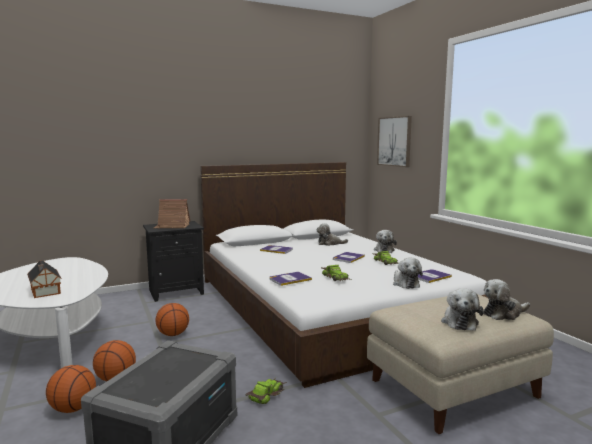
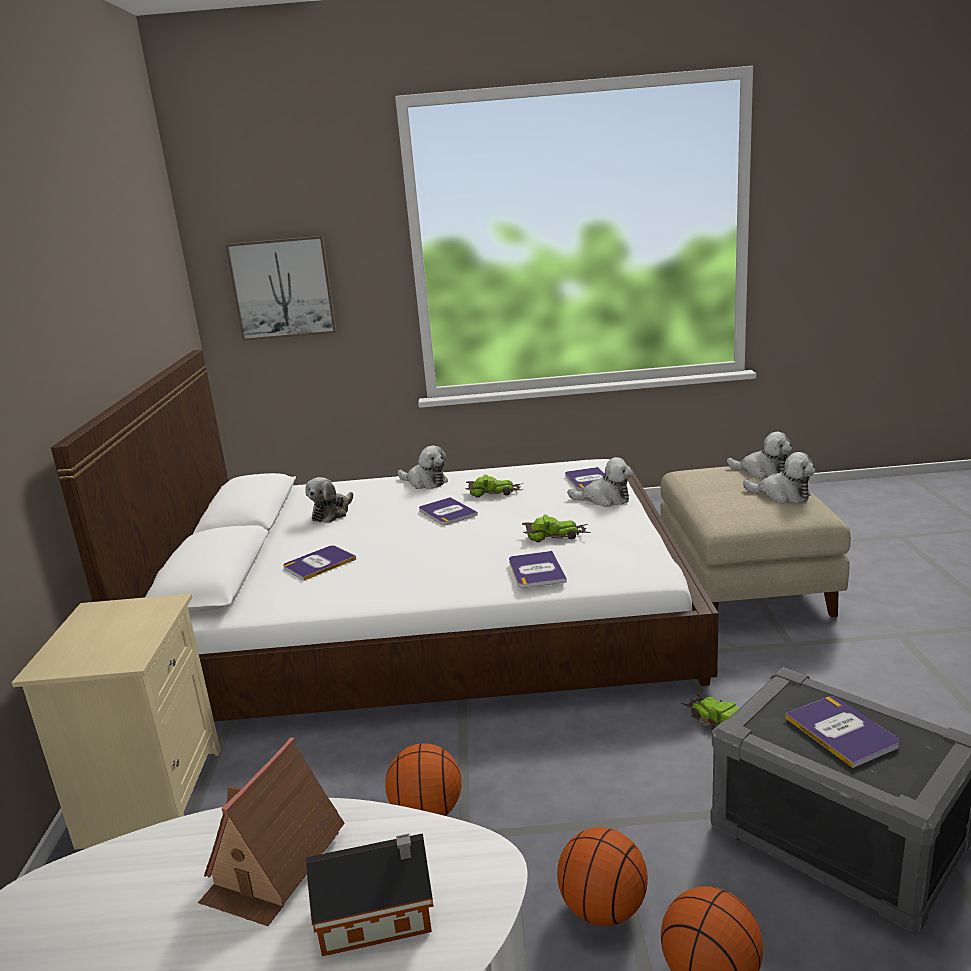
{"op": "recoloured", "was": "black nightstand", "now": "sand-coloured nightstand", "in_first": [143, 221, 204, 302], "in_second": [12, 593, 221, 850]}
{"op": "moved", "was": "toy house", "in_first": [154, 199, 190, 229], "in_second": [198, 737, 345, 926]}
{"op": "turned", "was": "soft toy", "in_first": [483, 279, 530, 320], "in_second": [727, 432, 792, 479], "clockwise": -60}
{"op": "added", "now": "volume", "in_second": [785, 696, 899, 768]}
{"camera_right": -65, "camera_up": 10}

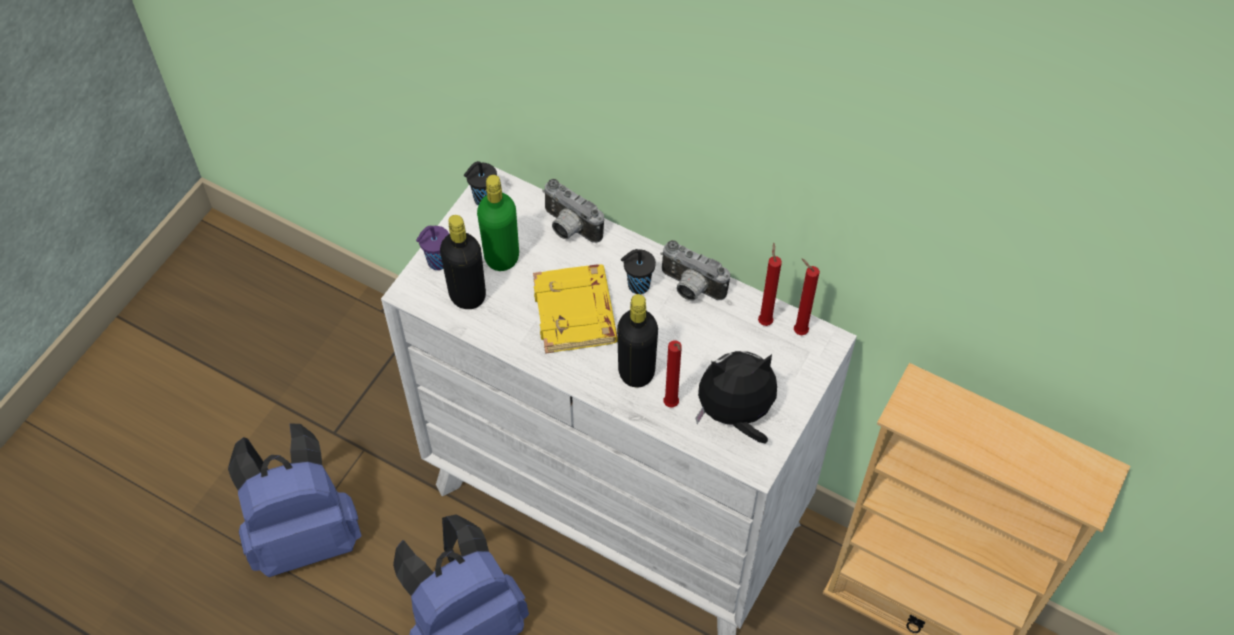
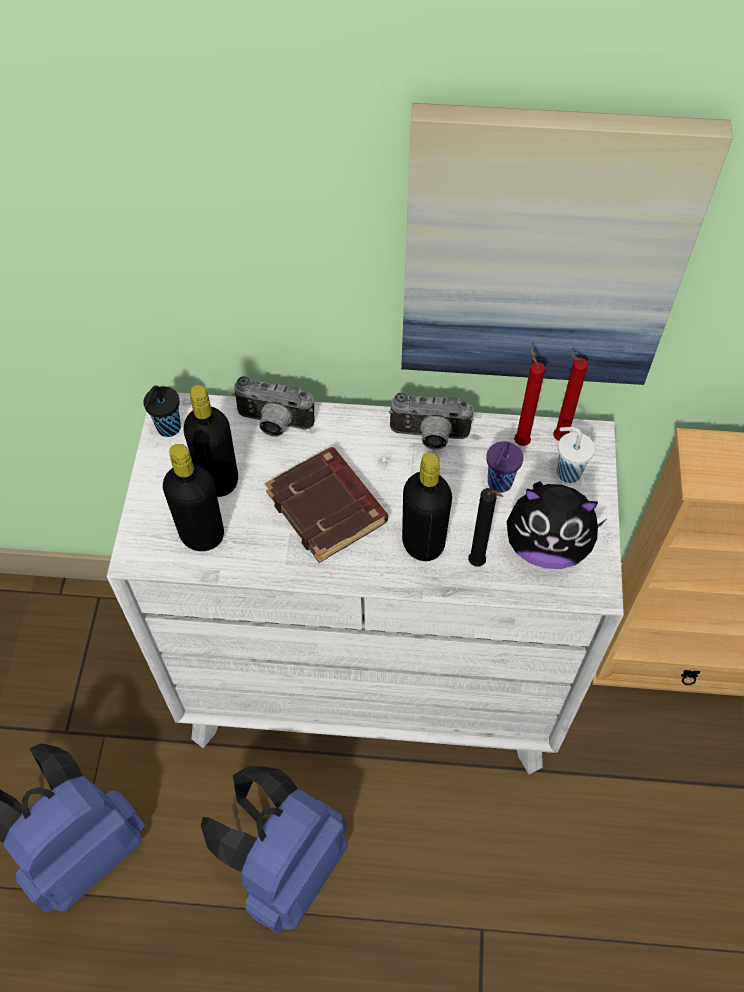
{"op": "moved", "was": "purple-coloured cup", "in_first": [416, 226, 449, 270], "in_second": [486, 441, 523, 493]}
{"op": "recoloured", "was": "green-coloured drink bottle", "now": "black drink bottle", "in_first": [477, 175, 519, 271], "in_second": [184, 385, 238, 497]}
{"op": "recoloured", "was": "yellow volume", "now": "brown volume", "in_first": [533, 264, 617, 354], "in_second": [265, 447, 388, 563]}
{"op": "removed", "was": "black cup", "in_first": [621, 249, 656, 294]}
{"op": "recoloured", "was": "red candle", "now": "black candle", "in_first": [664, 340, 682, 407], "in_second": [468, 488, 503, 567]}
{"op": "turned", "was": "soft toy", "in_first": [695, 351, 777, 444], "in_second": [507, 481, 605, 569], "clockwise": -135}
{"op": "added", "now": "wall picture", "in_second": [401, 103, 733, 385]}
{"op": "added", "now": "white cup", "in_second": [557, 427, 595, 483]}
{"camera_right": -25, "camera_up": 0}

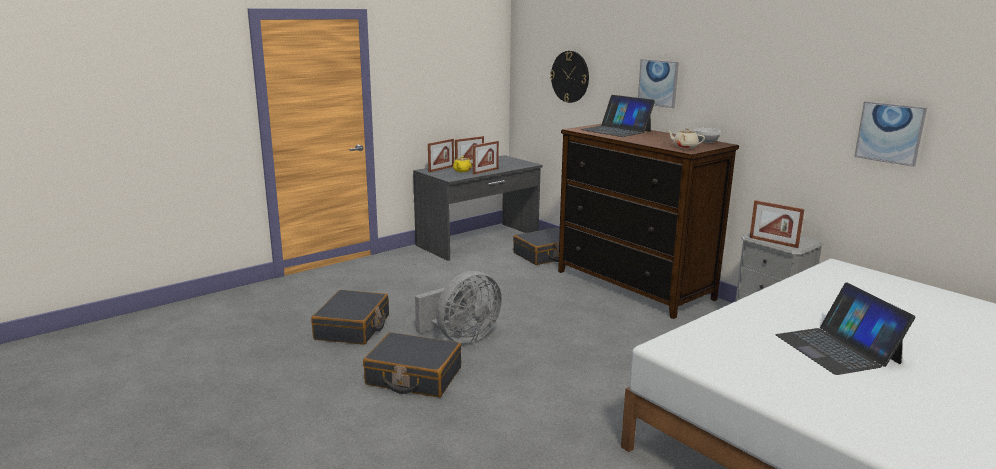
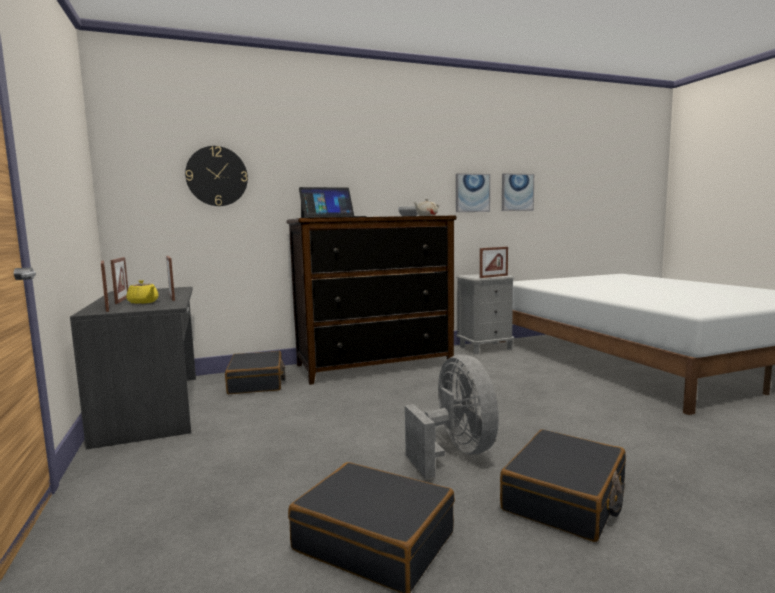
{"op": "moved", "was": "wall picture", "in_first": [638, 59, 679, 108], "in_second": [456, 173, 490, 212]}
{"op": "removed", "was": "laptop", "in_first": [775, 282, 915, 375]}
{"camera_right": -70, "camera_up": -10}

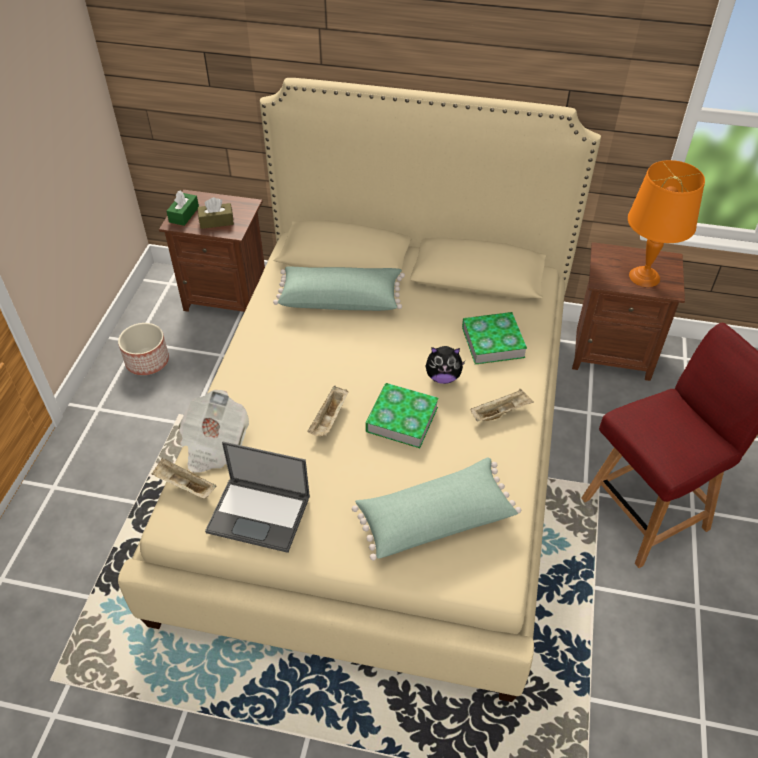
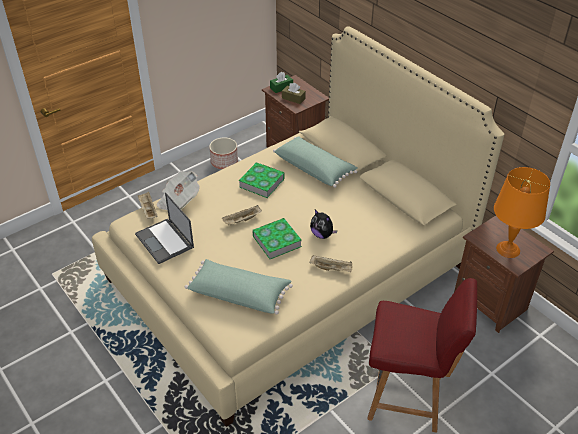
{"op": "moved", "was": "volume", "in_first": [462, 312, 527, 365], "in_second": [239, 162, 285, 198]}
{"camera_right": 40, "camera_up": -5}

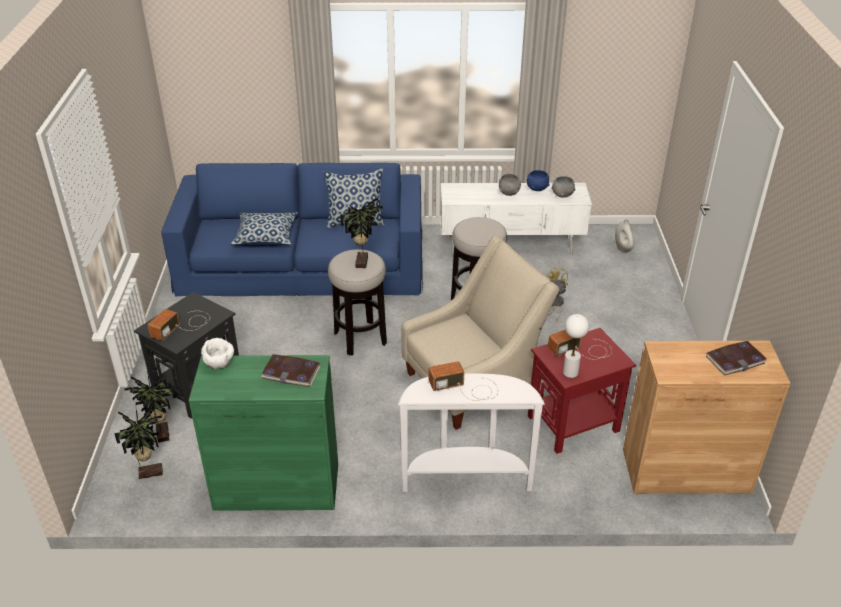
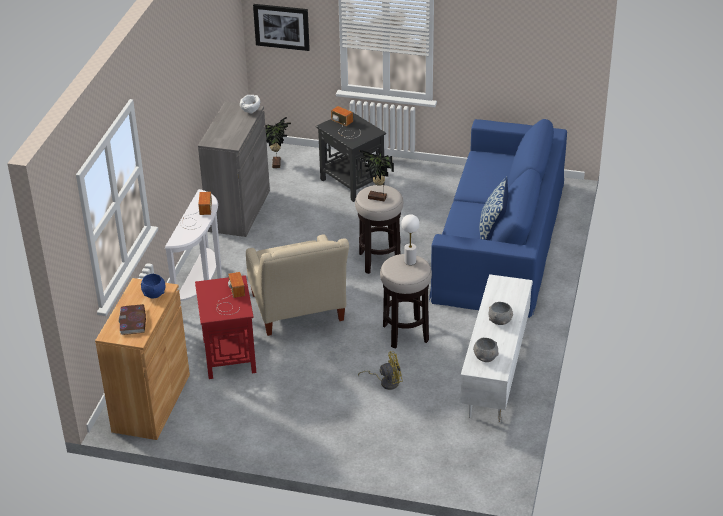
{"op": "removed", "was": "potted plant", "in_first": [124, 370, 176, 443]}
{"op": "recoloured", "was": "green-coloured storage cabinet", "now": "greyish storage cabinet", "in_first": [189, 355, 338, 511], "in_second": [198, 102, 270, 237]}
{"op": "removed", "was": "throw pillow", "in_first": [231, 212, 298, 246]}
{"op": "removed", "was": "volume", "in_first": [261, 354, 320, 387]}
{"op": "moved", "was": "blue serving bowl", "in_first": [526, 170, 549, 191], "in_second": [141, 274, 165, 298]}
{"op": "moved", "was": "white table lamp", "in_first": [563, 314, 589, 378], "in_second": [401, 214, 420, 265]}
{"op": "removed", "was": "white decorative vase", "in_first": [615, 219, 634, 253]}
{"op": "added", "now": "wall picture", "in_second": [253, 4, 310, 51]}
{"camera_right": 105, "camera_up": 0}

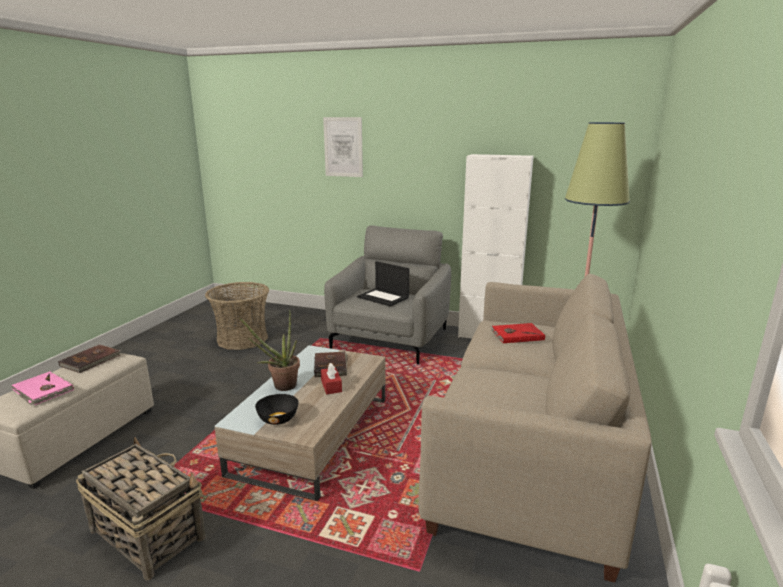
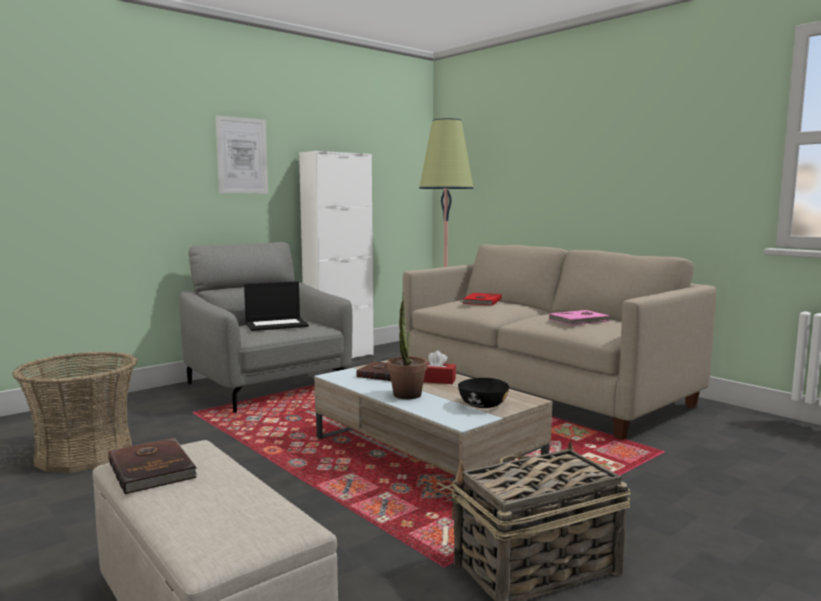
{"op": "moved", "was": "pink volume", "in_first": [11, 371, 74, 405], "in_second": [549, 310, 611, 325]}
{"op": "moved", "was": "wall picture", "in_first": [323, 117, 363, 177], "in_second": [216, 115, 268, 193]}
{"camera_right": -60, "camera_up": -10}

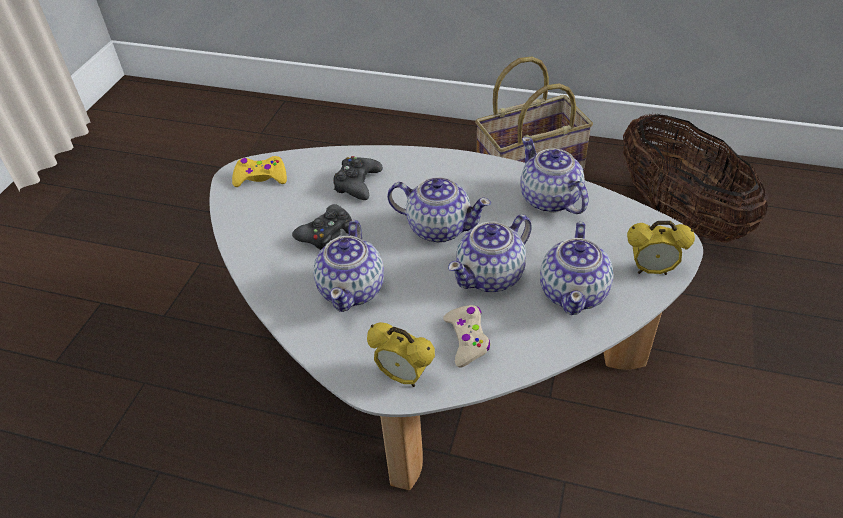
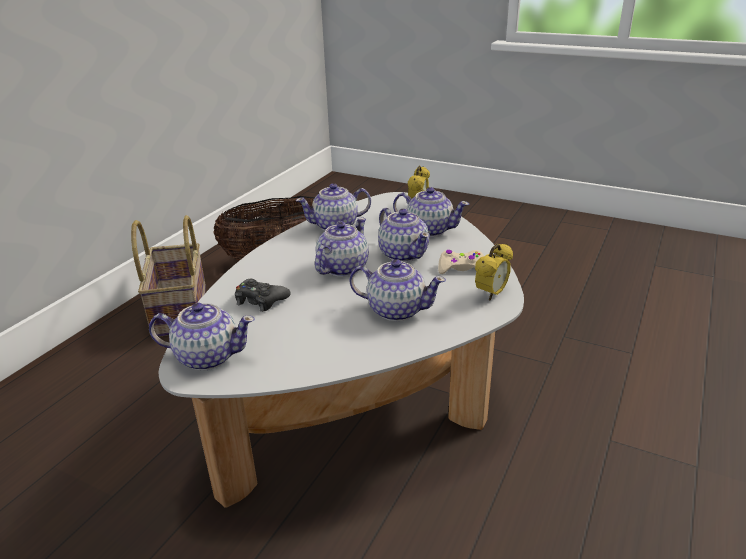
{"op": "replaced", "was": "yellow gamepad", "now": "pot for tea", "in_first": [232, 156, 287, 187], "in_second": [149, 303, 255, 370]}
{"op": "removed", "was": "black gamepad", "in_first": [292, 204, 352, 250]}
{"camera_right": -80, "camera_up": -15}

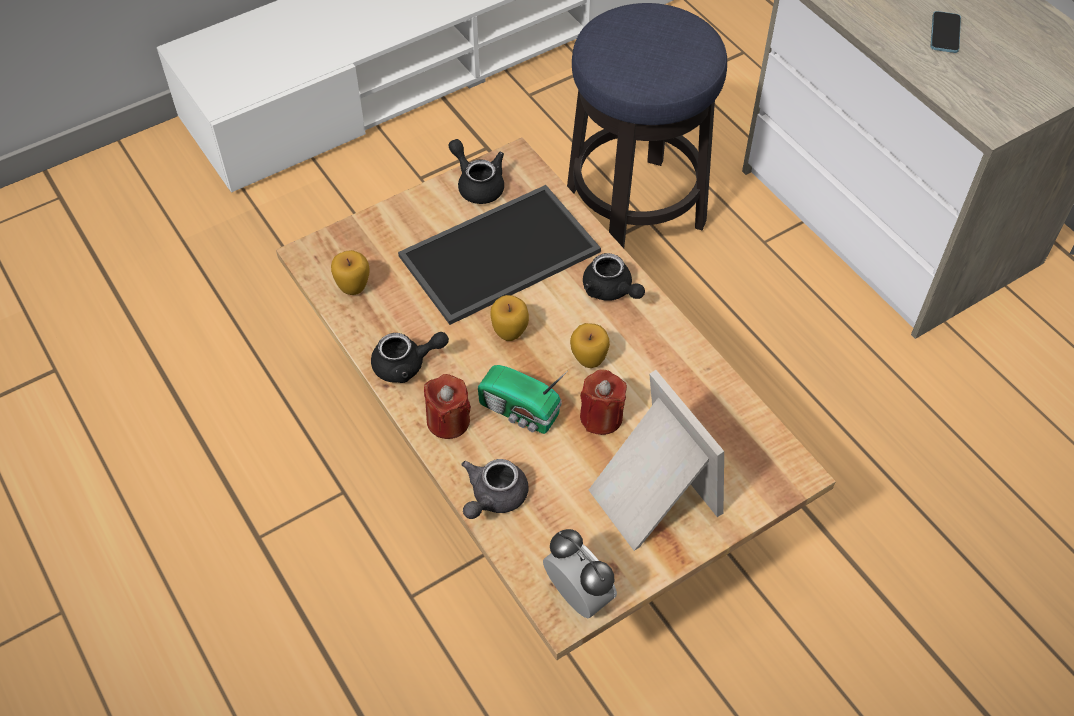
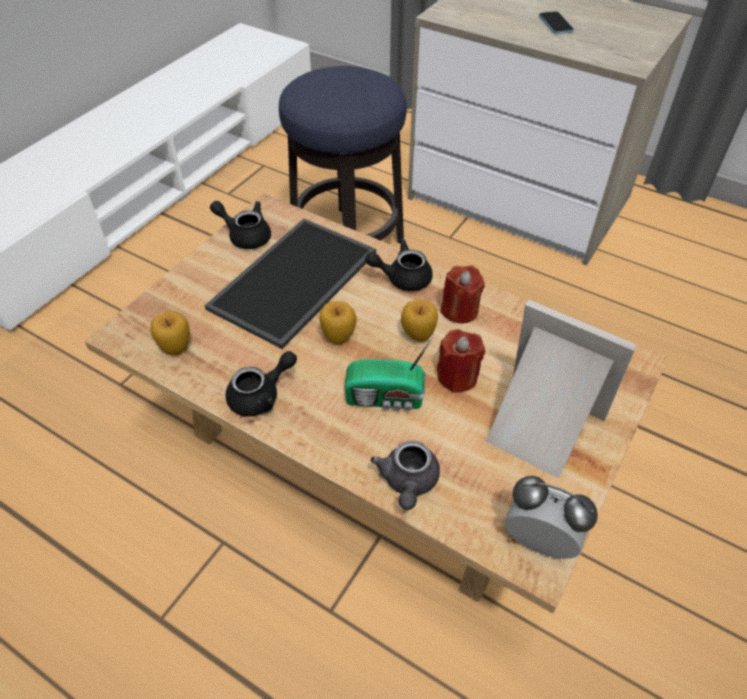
{"op": "moved", "was": "red candle", "in_first": [424, 374, 471, 439], "in_second": [441, 265, 485, 324]}
{"op": "turned", "was": "black pot for tea", "in_first": [583, 253, 645, 301], "in_second": [365, 239, 433, 291], "clockwise": 150}
{"camera_right": -25, "camera_up": -5}

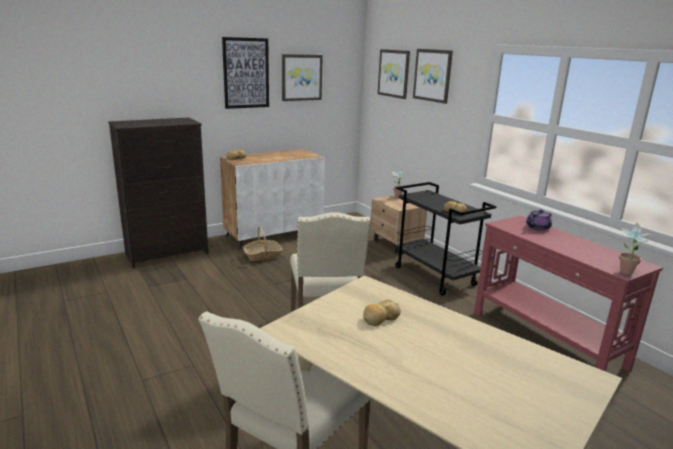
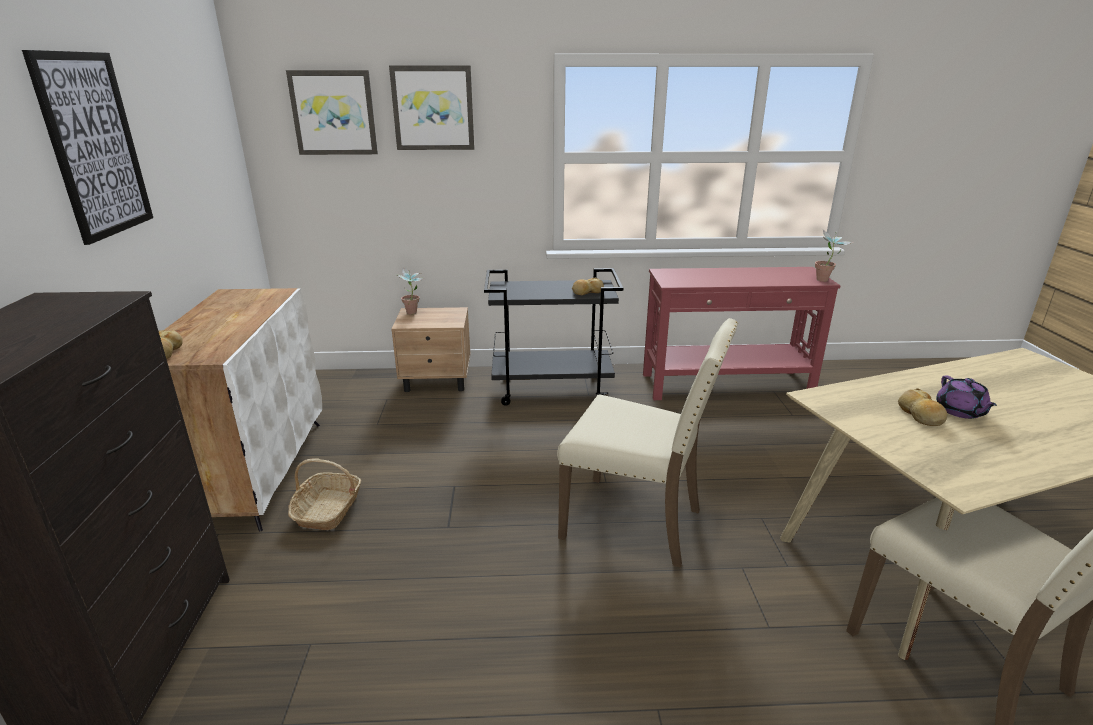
{"op": "removed", "was": "wall picture", "in_first": [282, 54, 323, 101]}
{"op": "moved", "was": "purple-coloured pot for tea", "in_first": [526, 209, 552, 230], "in_second": [936, 375, 997, 419]}
{"camera_right": -60, "camera_up": 5}

